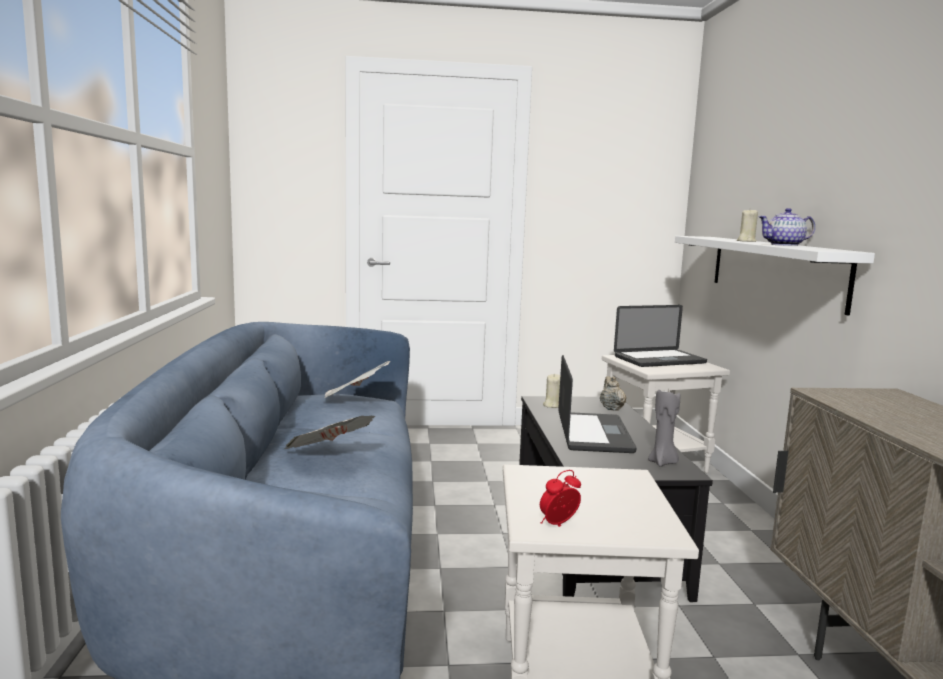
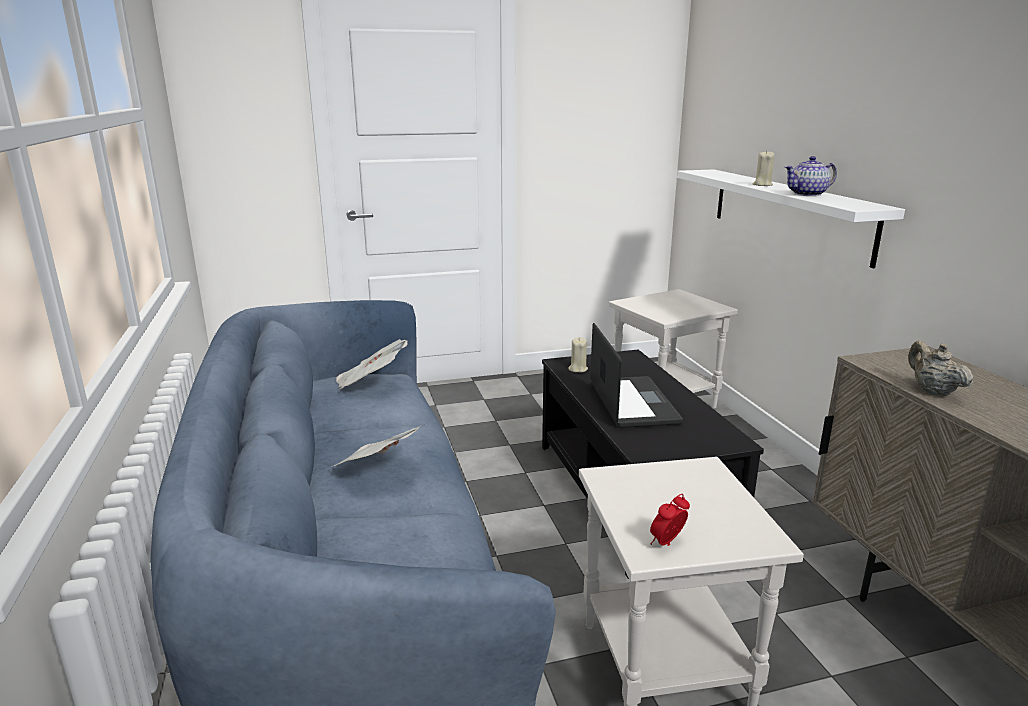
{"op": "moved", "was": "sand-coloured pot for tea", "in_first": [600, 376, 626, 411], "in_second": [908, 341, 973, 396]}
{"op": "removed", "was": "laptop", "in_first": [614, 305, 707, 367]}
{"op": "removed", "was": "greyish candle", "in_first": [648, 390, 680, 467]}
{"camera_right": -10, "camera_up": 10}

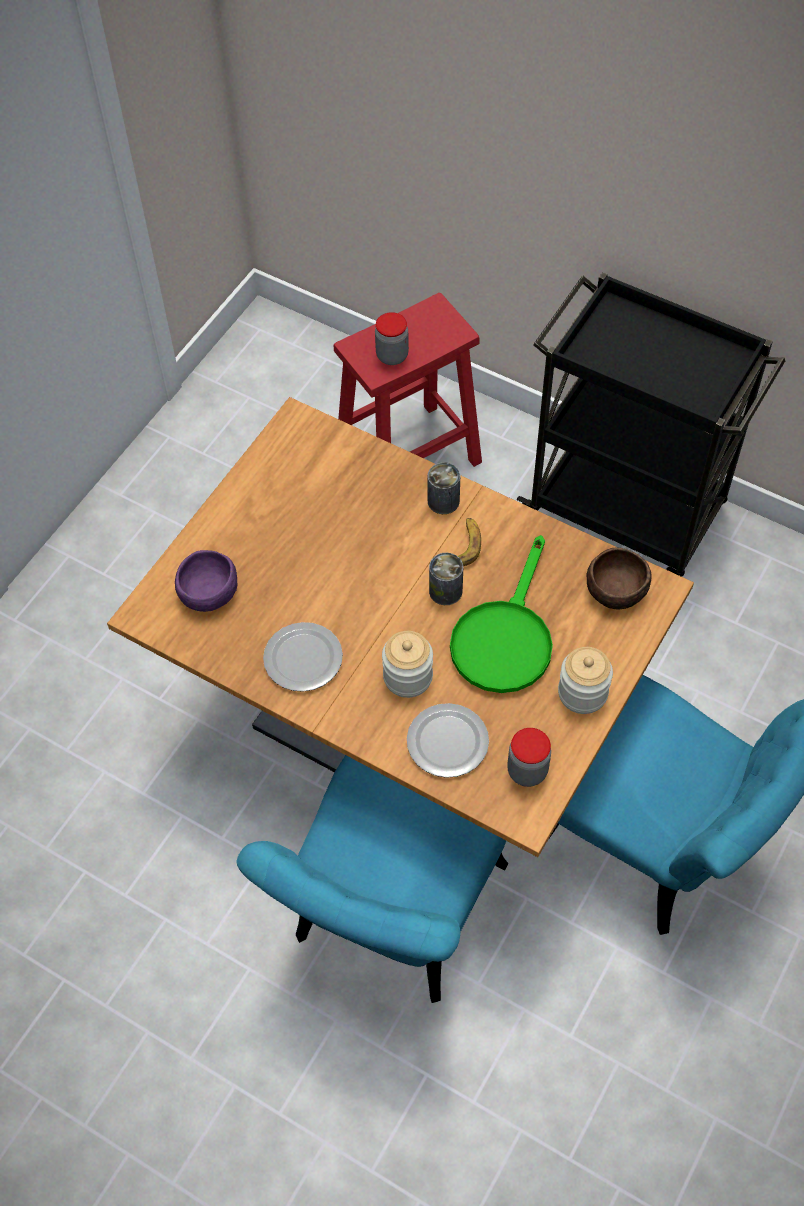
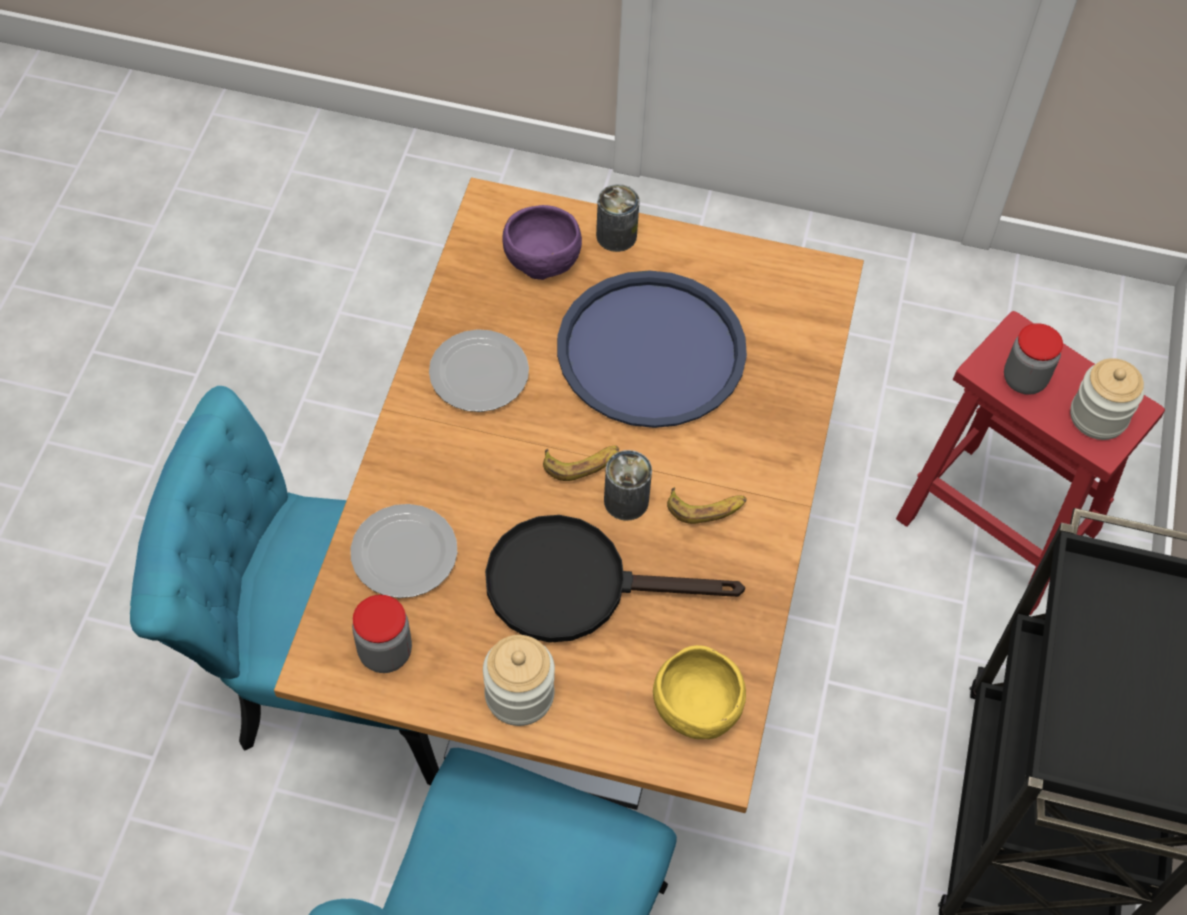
{"op": "moved", "was": "jar", "in_first": [382, 631, 433, 698], "in_second": [1070, 358, 1144, 440]}
{"op": "moved", "was": "sealed can", "in_first": [428, 462, 460, 514], "in_second": [596, 184, 640, 252]}
{"op": "recoloured", "was": "green-coloured frying pan", "now": "black frying pan", "in_first": [450, 535, 553, 693], "in_second": [485, 515, 745, 643]}
{"op": "recoloured", "was": "brown serving bowl", "now": "yellow serving bowl", "in_first": [586, 547, 651, 610], "in_second": [653, 645, 746, 739]}
{"op": "added", "now": "banana", "in_second": [543, 446, 619, 481]}
{"op": "added", "now": "blue tray", "in_second": [557, 271, 747, 428]}
{"camera_right": 70, "camera_up": 0}

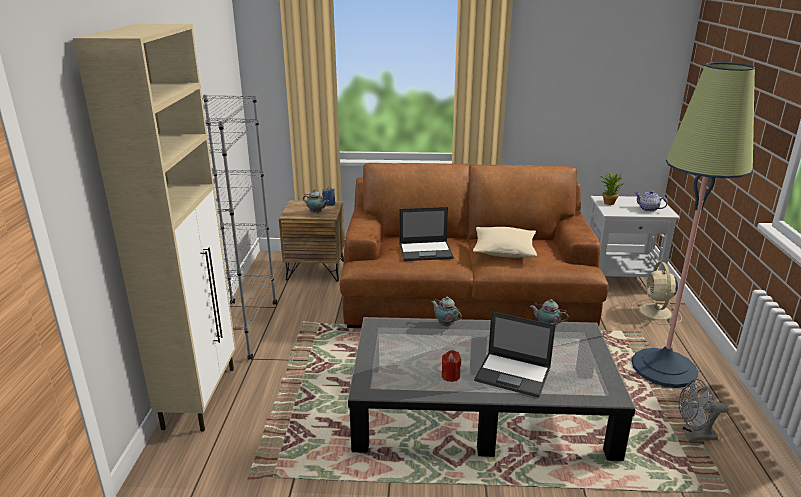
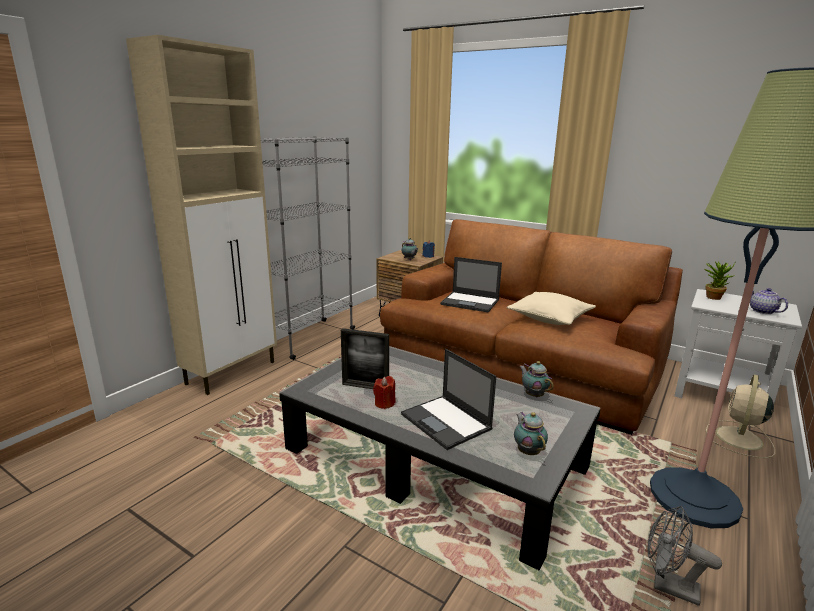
{"op": "moved", "was": "pot for tea", "in_first": [431, 296, 462, 326], "in_second": [514, 412, 548, 455]}
{"op": "added", "now": "photo frame", "in_second": [341, 328, 389, 389]}
{"camera_right": 30, "camera_up": -5}

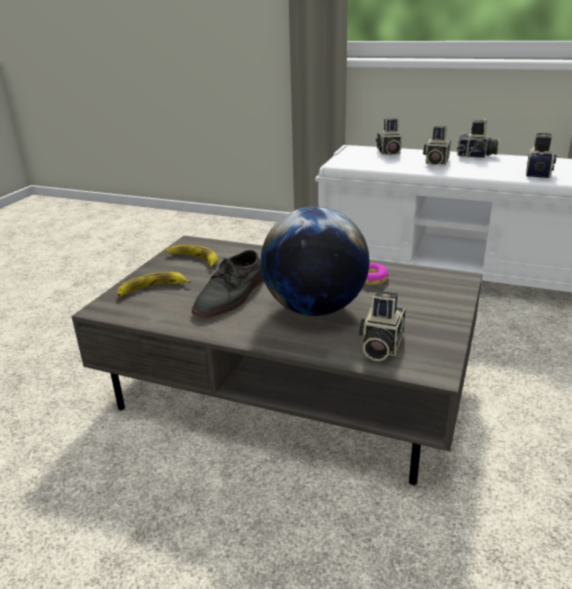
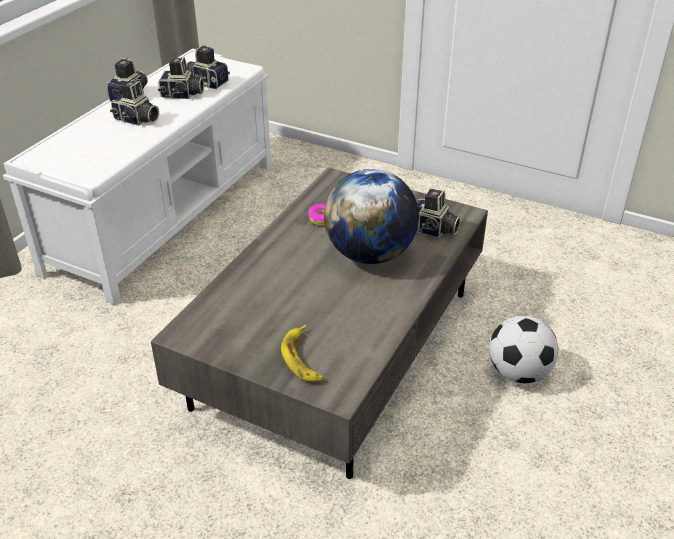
{"op": "removed", "was": "banana", "in_first": [166, 244, 218, 267]}
{"op": "removed", "was": "greyish shoe", "in_first": [192, 250, 264, 317]}
{"op": "moved", "was": "photo camera", "in_first": [376, 118, 401, 155], "in_second": [158, 56, 204, 99]}
{"op": "added", "now": "ball for football", "in_second": [489, 316, 559, 383]}
{"camera_right": -85, "camera_up": 10}

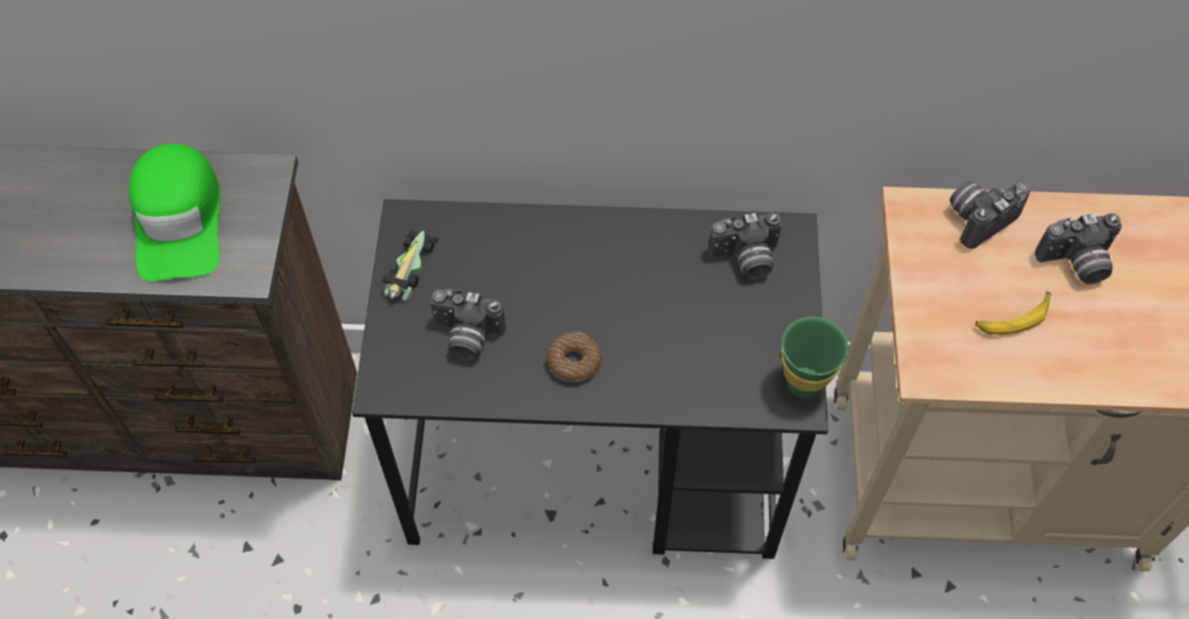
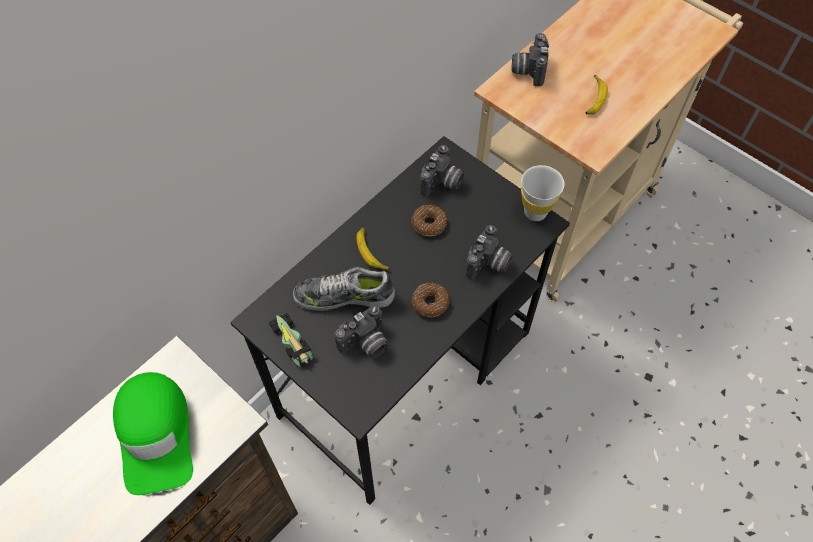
{"op": "turned", "was": "green-coloured cap", "in_first": [129, 143, 220, 281], "in_second": [113, 372, 193, 495], "clockwise": 45}
{"op": "recoloured", "was": "green-coloured cup", "now": "white cup", "in_first": [781, 317, 849, 398], "in_second": [521, 165, 565, 221]}
{"op": "moved", "was": "photo camera", "in_first": [1035, 213, 1122, 284], "in_second": [465, 225, 513, 280]}
{"op": "added", "now": "shoe", "in_second": [293, 267, 395, 311]}
{"op": "added", "now": "banana", "in_second": [357, 227, 390, 270]}
{"op": "added", "now": "ring doughnut", "in_second": [412, 205, 447, 236]}
{"camera_right": -50, "camera_up": 0}

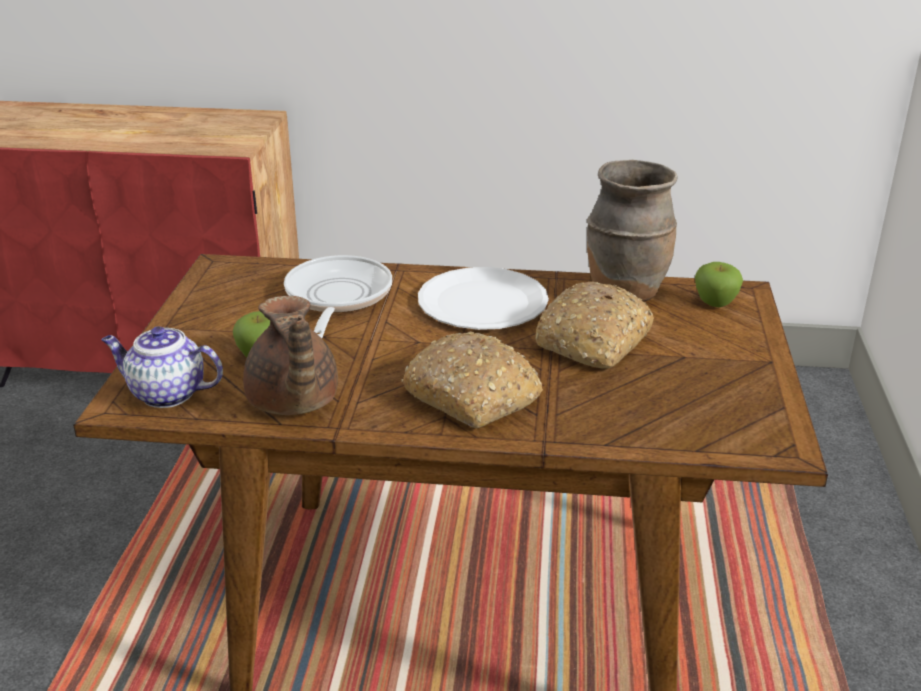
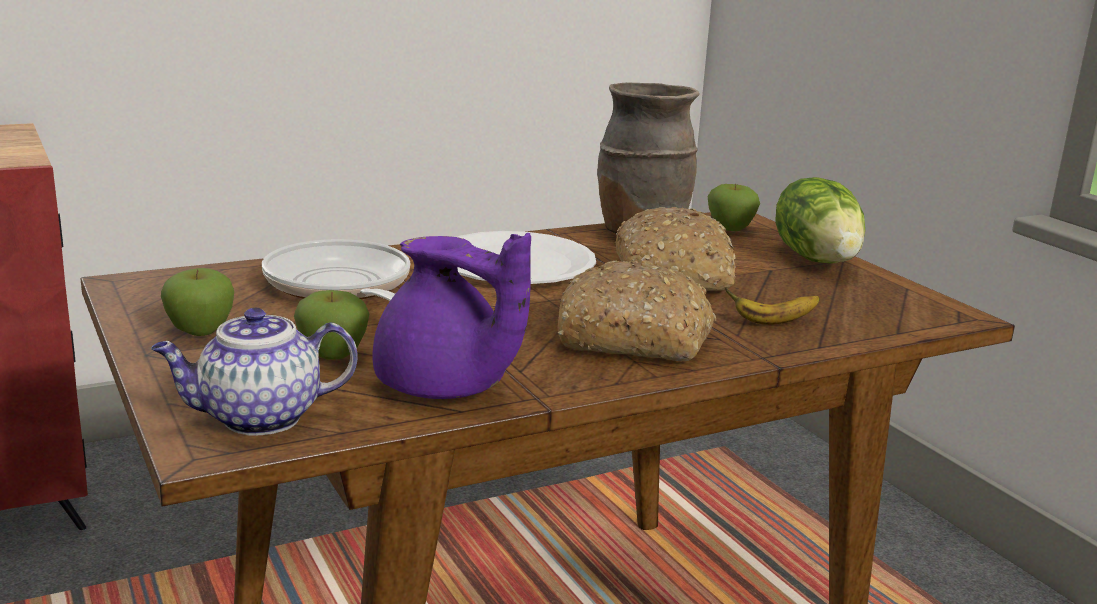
{"op": "recoloured", "was": "brown pot for tea", "now": "purple-coloured pot for tea", "in_first": [243, 296, 338, 415], "in_second": [372, 233, 531, 399]}
{"op": "added", "now": "apple fruit", "in_second": [161, 268, 234, 336]}
{"op": "added", "now": "banana", "in_second": [725, 287, 820, 325]}
{"op": "added", "now": "head of lettuce", "in_second": [776, 177, 865, 263]}
{"camera_right": -35, "camera_up": -10}

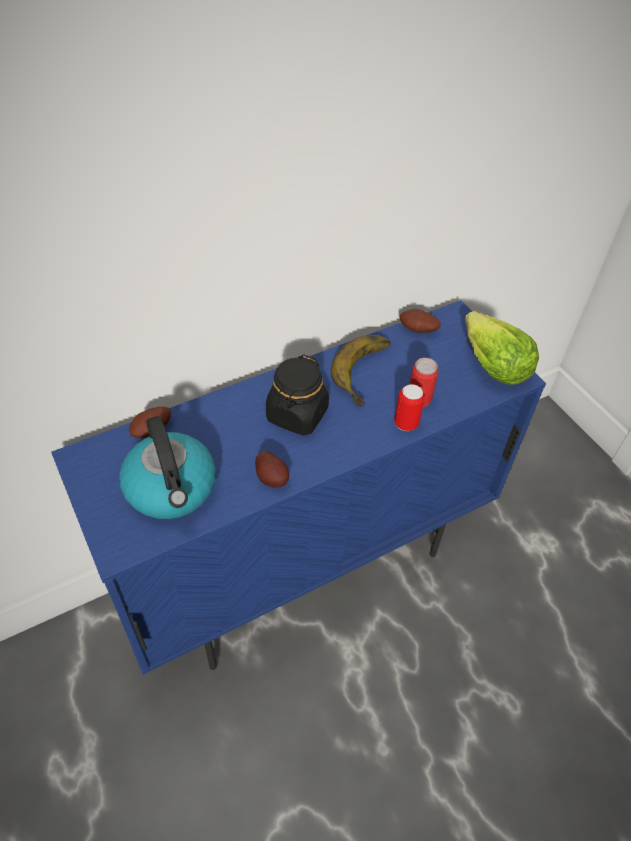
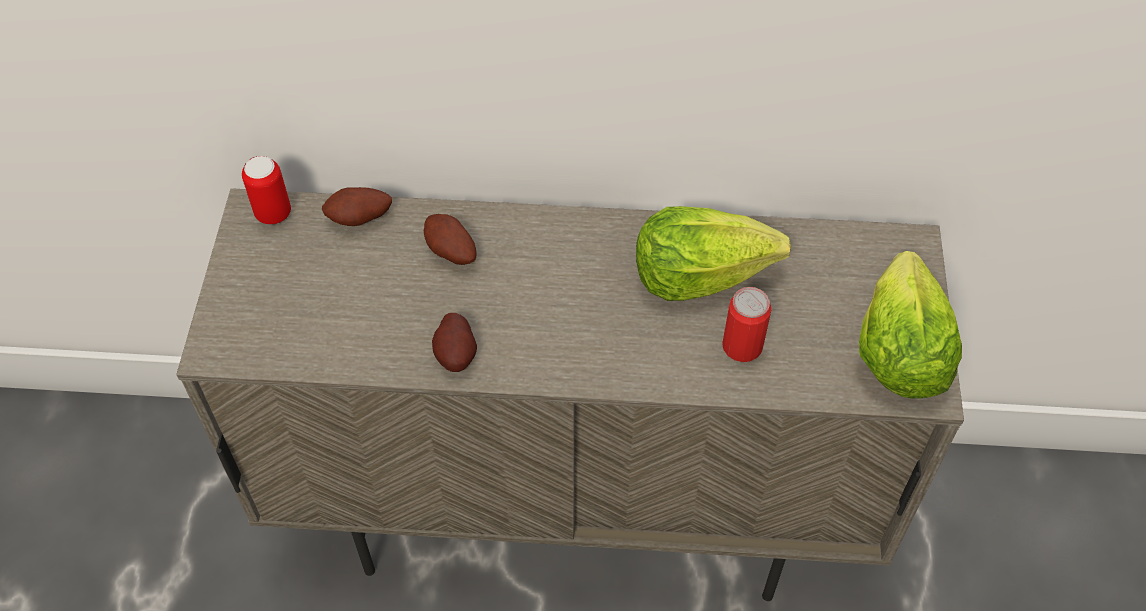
{"op": "recoloured", "was": "blue storage cabinet", "now": "sand-coloured storage cabinet", "in_first": [51, 300, 546, 675], "in_second": [176, 188, 964, 601]}
{"op": "removed", "was": "kettle", "in_first": [119, 416, 216, 519]}
{"op": "removed", "was": "black jar", "in_first": [266, 355, 329, 436]}
{"op": "replaced", "was": "banana", "now": "head of lettuce", "in_first": [331, 335, 391, 406], "in_second": [636, 206, 791, 301]}
{"op": "moved", "was": "sealed can", "in_first": [394, 384, 425, 431], "in_second": [242, 156, 291, 225]}
{"op": "moved", "was": "potato", "in_first": [400, 309, 441, 333], "in_second": [424, 214, 477, 265]}
{"camera_right": 35, "camera_up": 5}

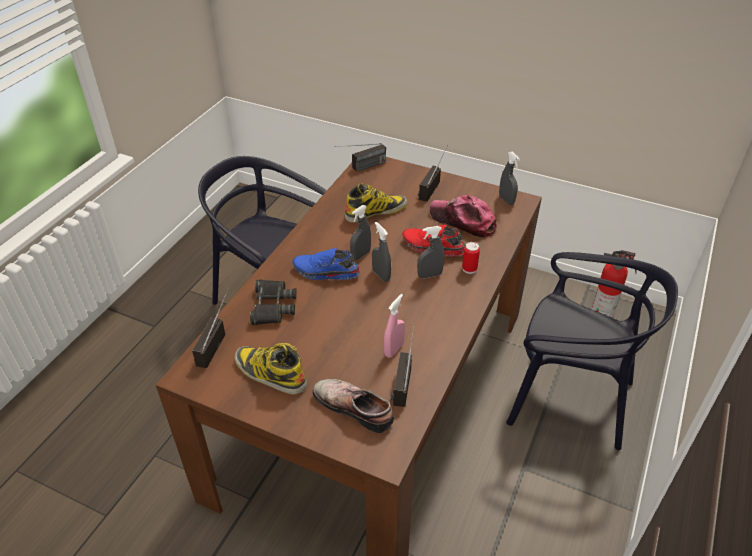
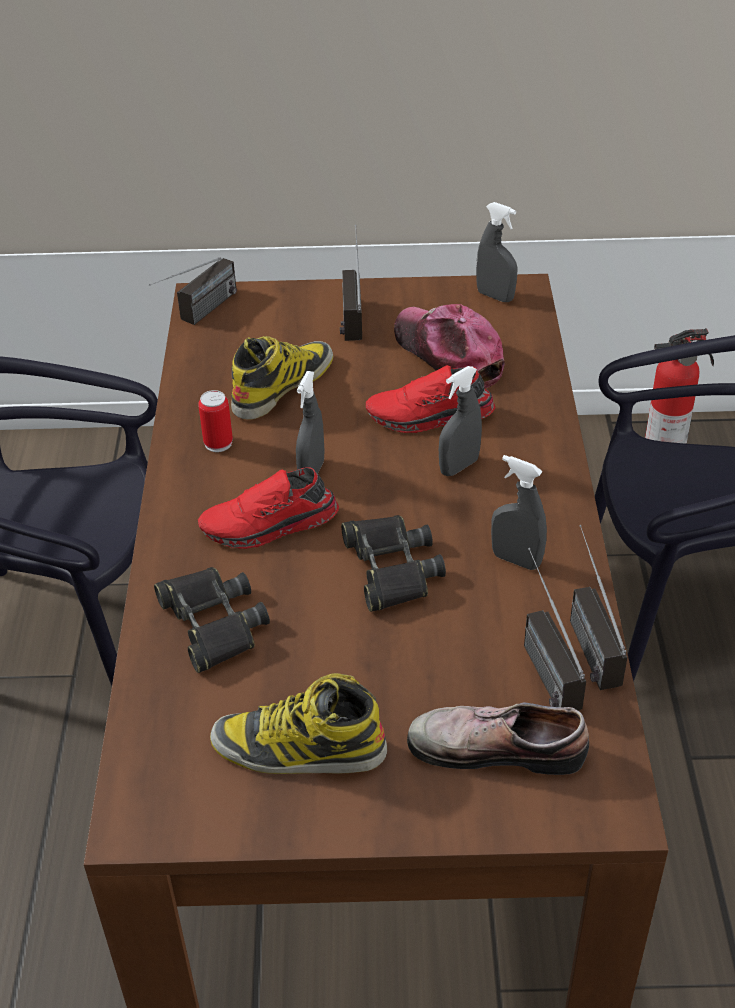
{"op": "moved", "was": "radio", "in_first": [192, 290, 228, 368], "in_second": [570, 525, 627, 690]}
{"op": "recoloured", "was": "blue shoe", "now": "red shoe", "in_first": [292, 248, 360, 280], "in_second": [198, 467, 339, 549]}
{"op": "moved", "was": "greyish spray bottle", "in_first": [372, 222, 391, 282], "in_second": [491, 455, 547, 570]}
{"op": "removed", "was": "pink spray bottle", "in_first": [384, 294, 405, 358]}
{"op": "turned", "was": "cap", "in_first": [430, 195, 497, 238], "in_second": [394, 304, 505, 389], "clockwise": 45}
{"op": "moved", "was": "sealed can", "in_first": [462, 242, 480, 274], "in_second": [198, 390, 233, 452]}
{"op": "added", "now": "black binoculars", "in_second": [341, 515, 446, 612]}
{"camera_right": -25, "camera_up": 0}

